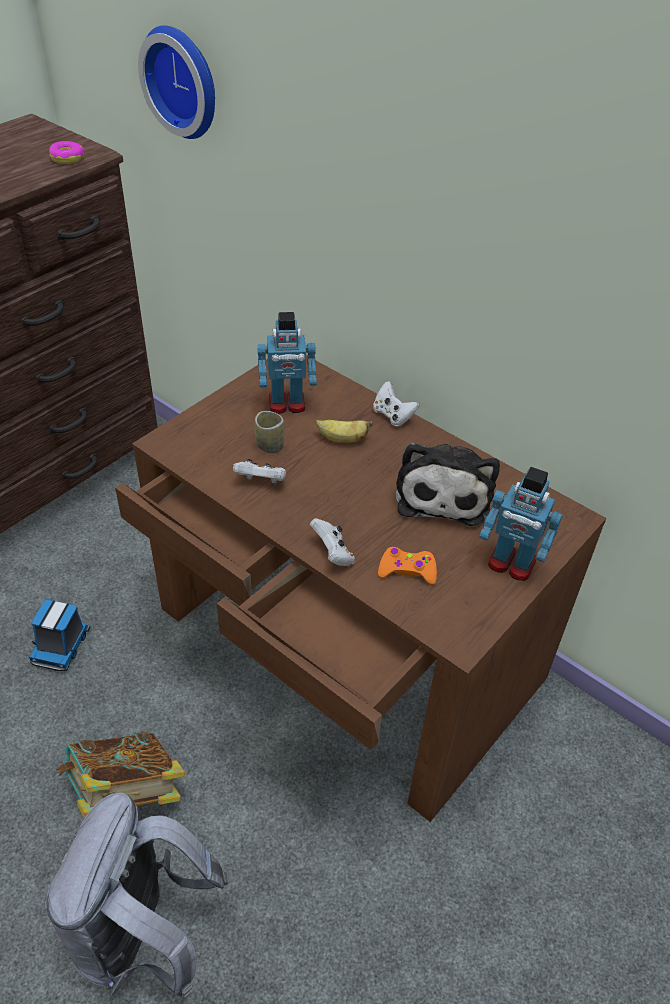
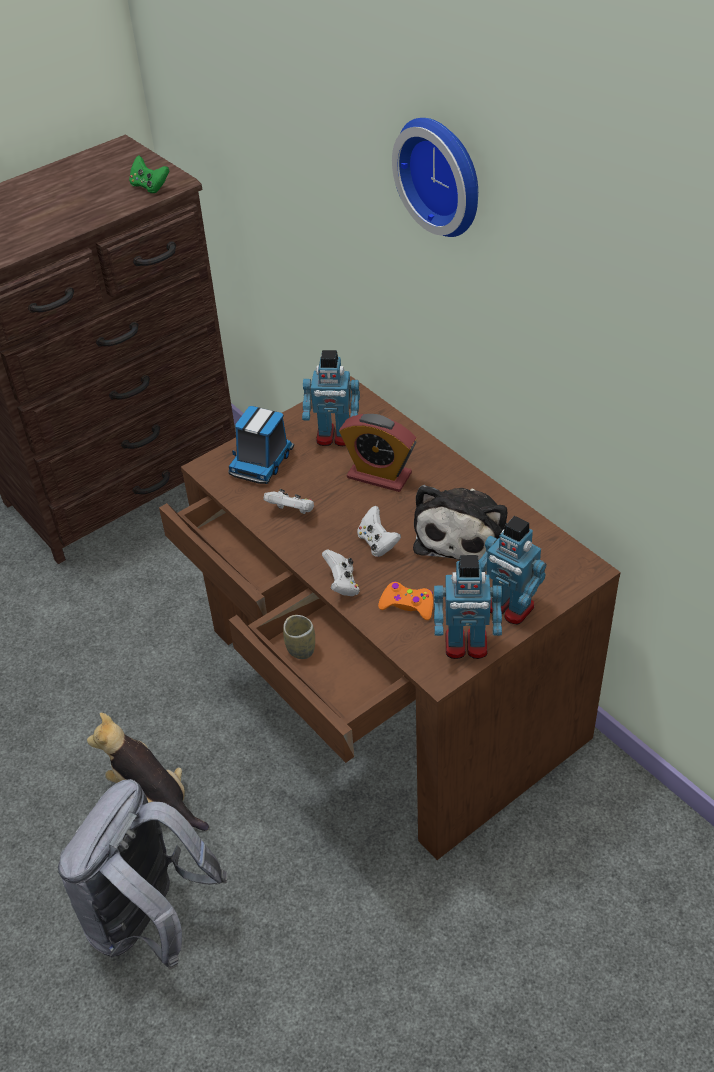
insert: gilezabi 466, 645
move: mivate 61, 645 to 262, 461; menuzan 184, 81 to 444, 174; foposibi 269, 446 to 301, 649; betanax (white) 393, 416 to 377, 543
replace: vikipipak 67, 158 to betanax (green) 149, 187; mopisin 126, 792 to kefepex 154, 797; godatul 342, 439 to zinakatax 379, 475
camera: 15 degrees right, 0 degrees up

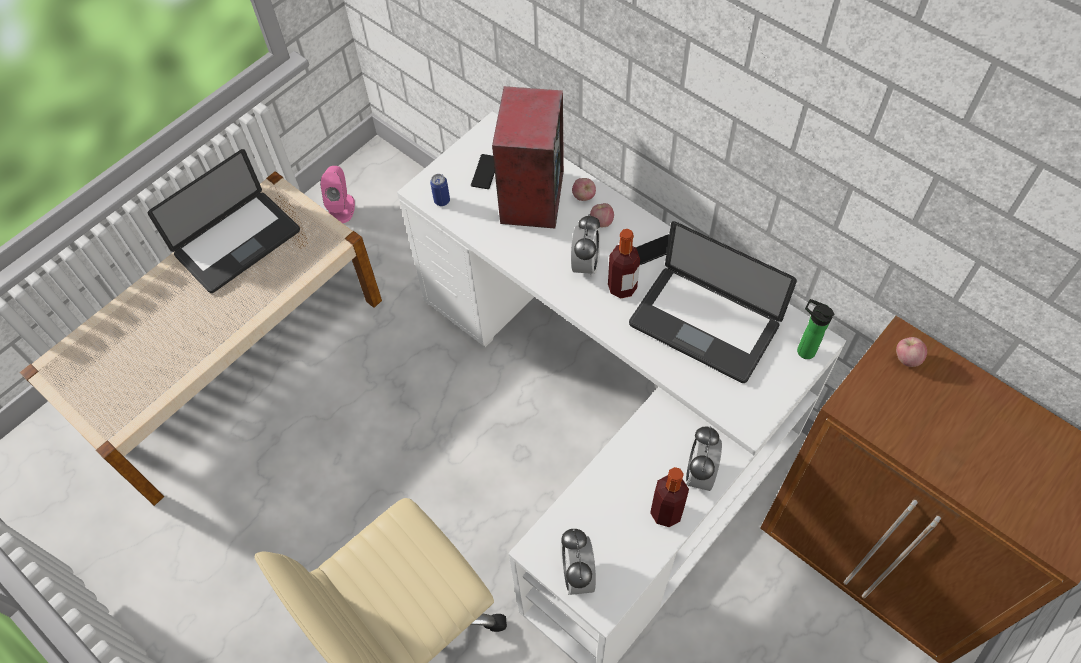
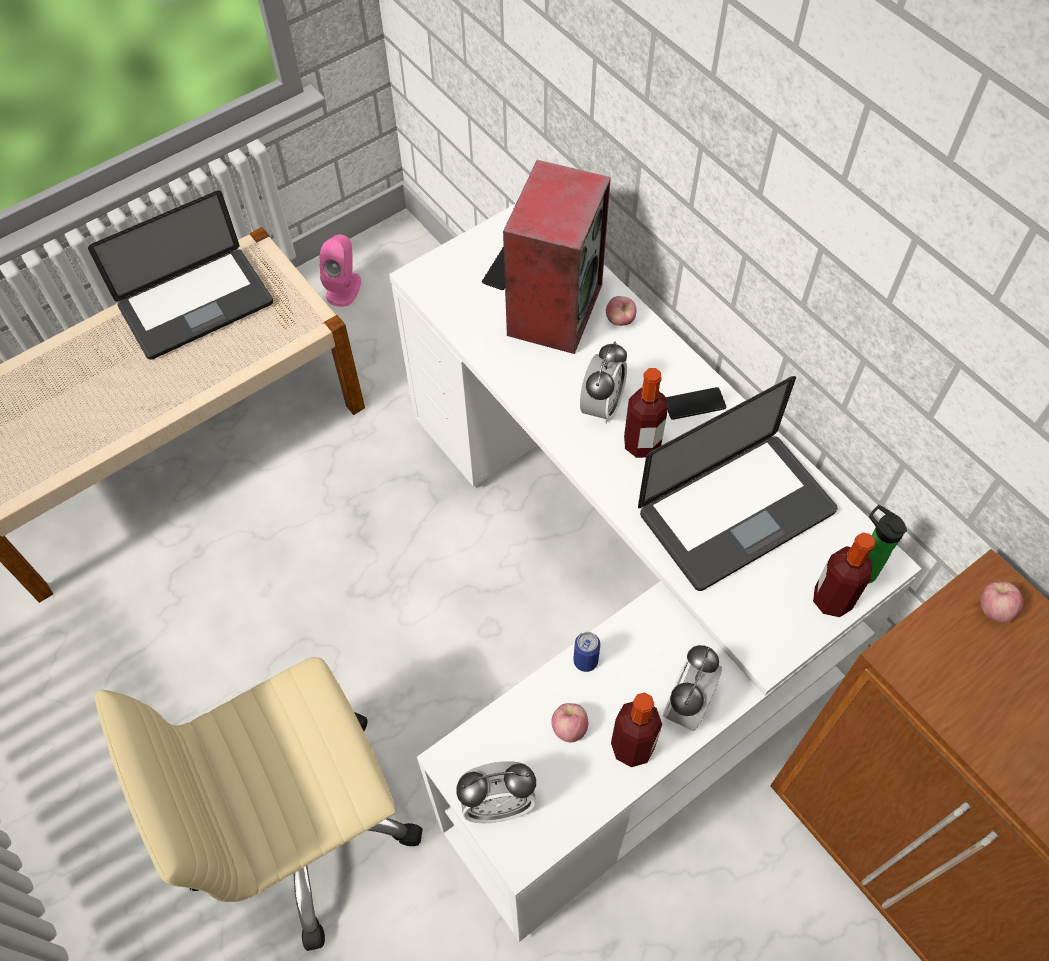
insert: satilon 832, 599
move: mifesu 442, 200 to 585, 661; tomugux 601, 222 to 569, 728
rotate: zinakatax 577, 574 = 498, 803 105 degrees counterclockwise; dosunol 703, 325 = 736, 512 75 degrees counterclockwise
camera: 10 degrees right, 0 degrees up

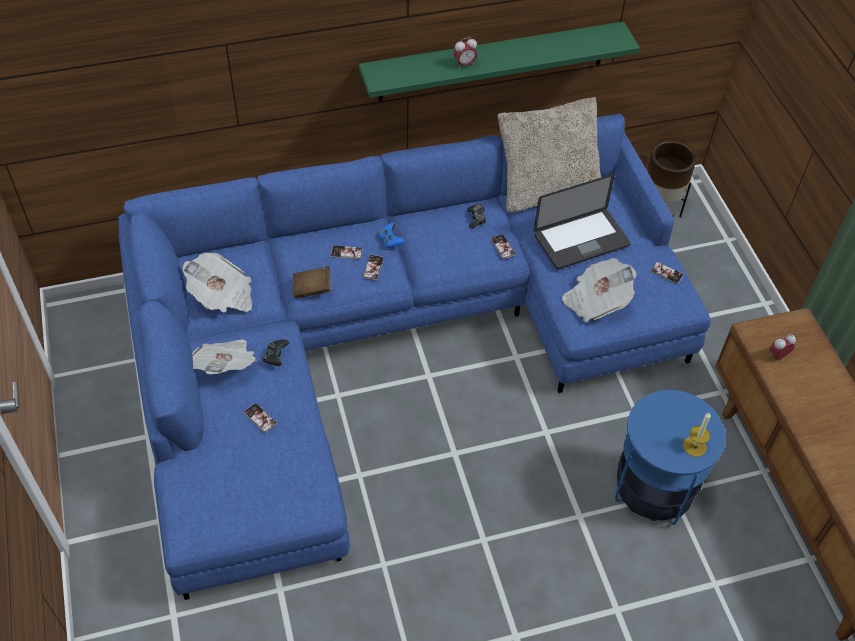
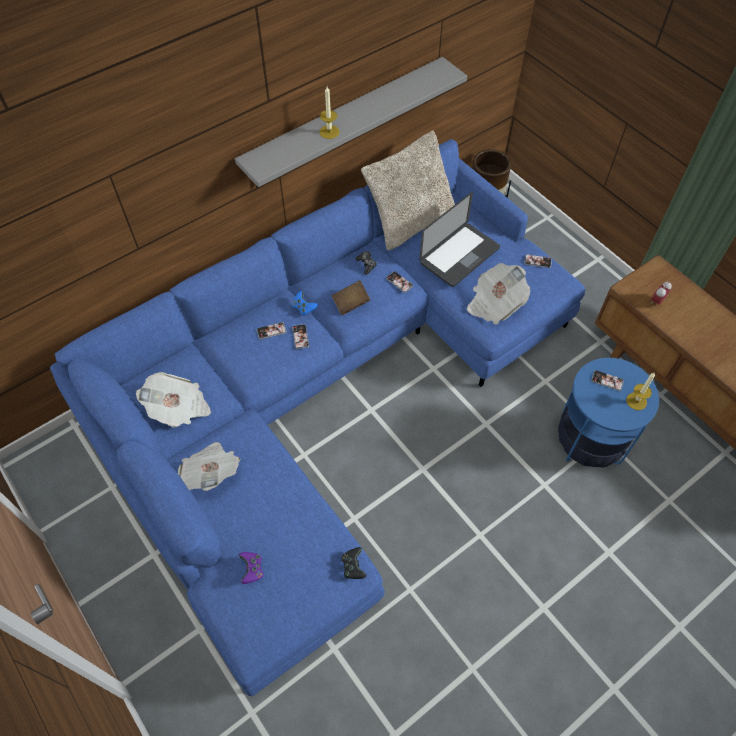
insert: betanax (purple) 252, 570
move: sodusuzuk 260, 418 to 607, 381; betanax (black) 276, 357 to 353, 566; mopisin (brown) 312, 289 to 351, 303
replace: zinakatax 464, 64 to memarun 329, 132
recolor: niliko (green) 492, 62 to niliko (grey) 344, 123
camera: 20 degrees left, 5 degrees up

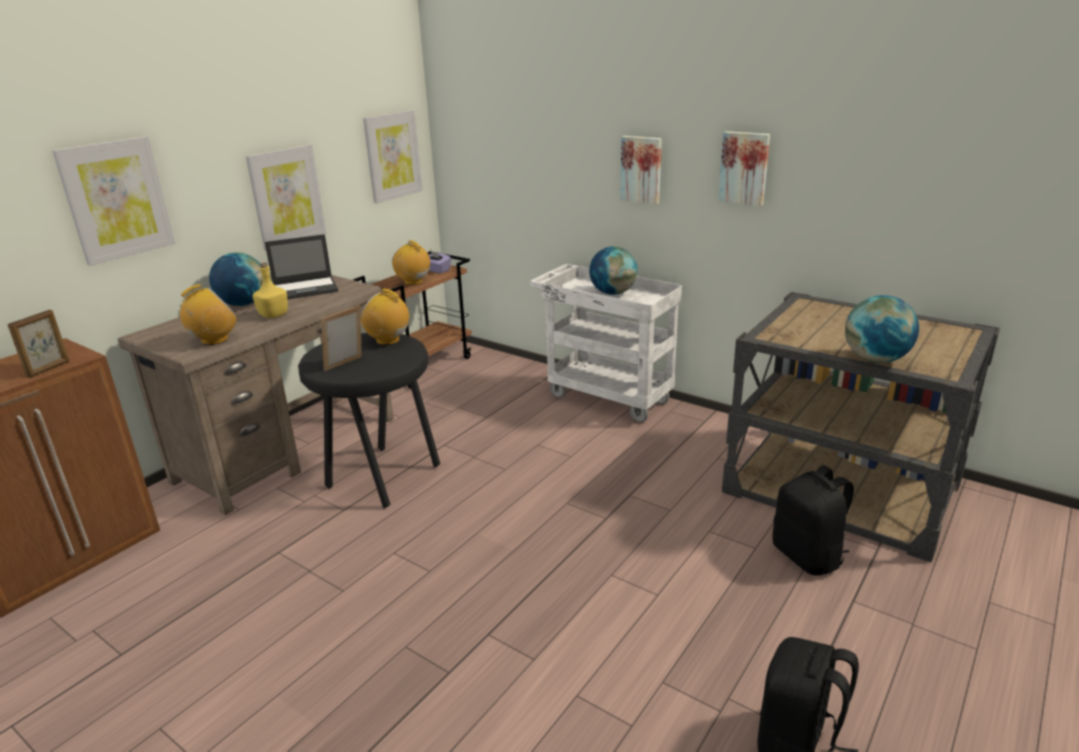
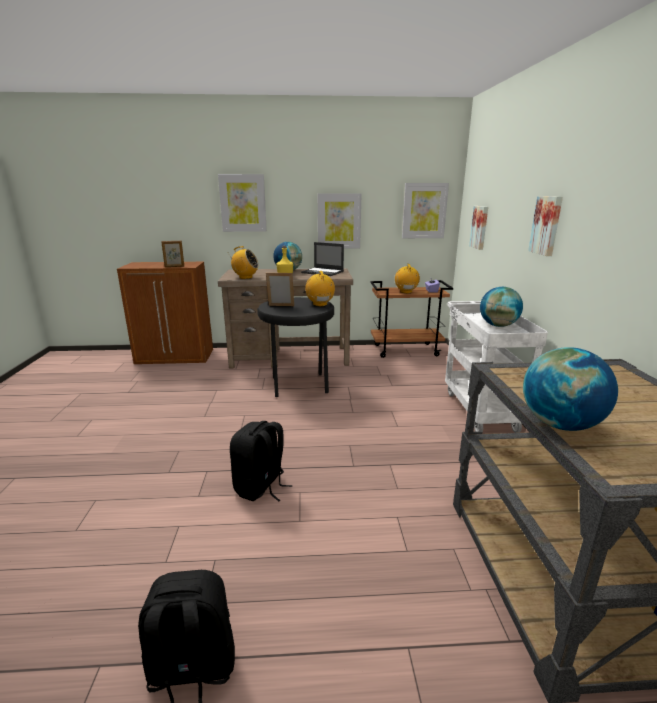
move: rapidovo 744, 168 to 480, 227; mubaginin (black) 808, 556 to 260, 487
camera: 50 degrees right, 5 degrees down

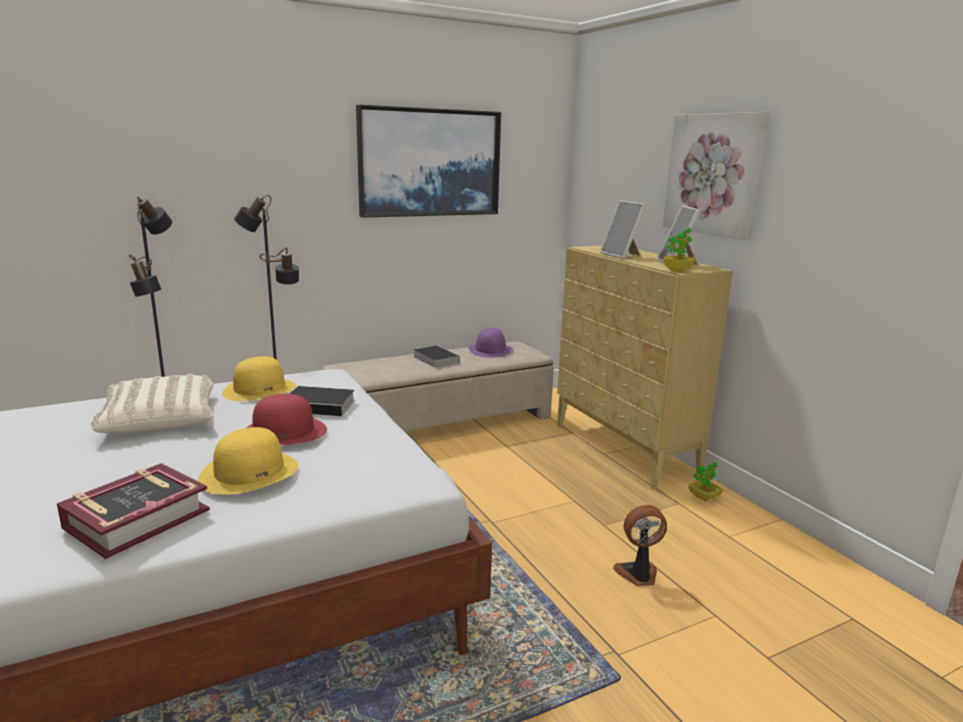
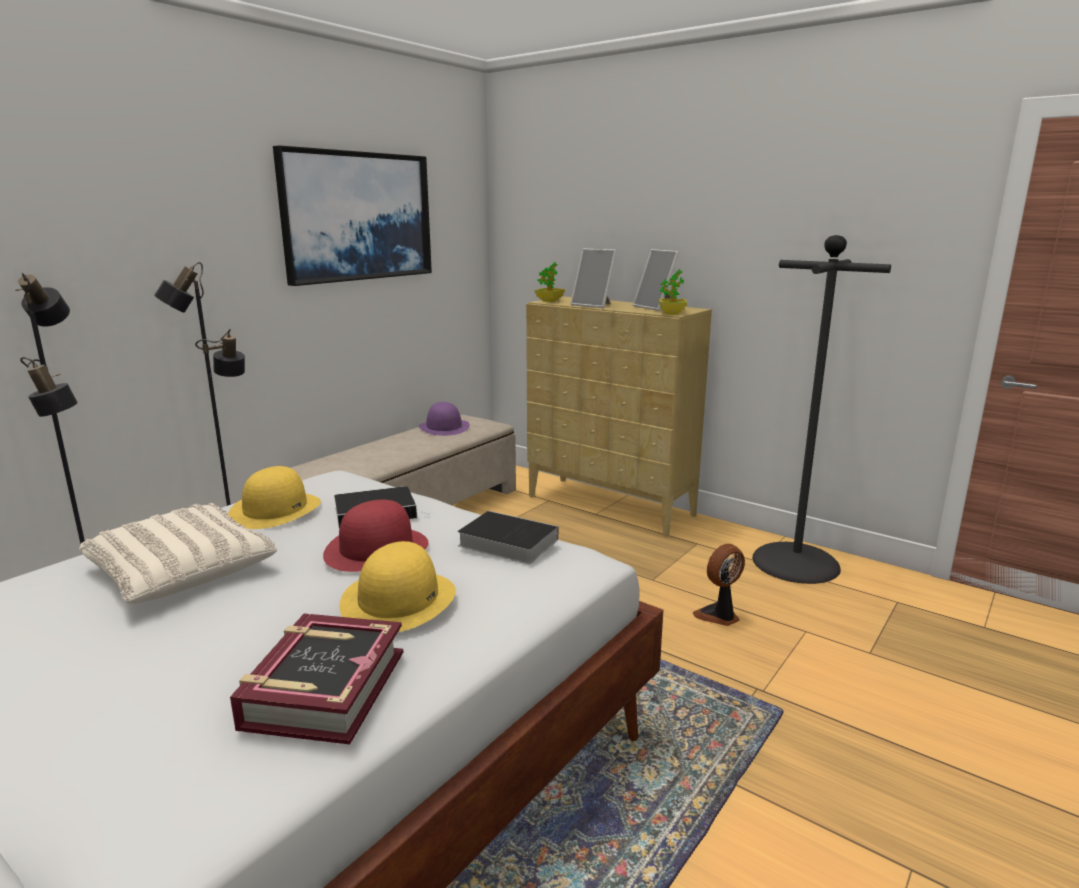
delete: rapidovo 714, 174
insert: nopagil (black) 795, 563
move: mopisin 434, 359 to 505, 542; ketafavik 704, 497 to 549, 301
camera: 25 degrees left, 0 degrees up

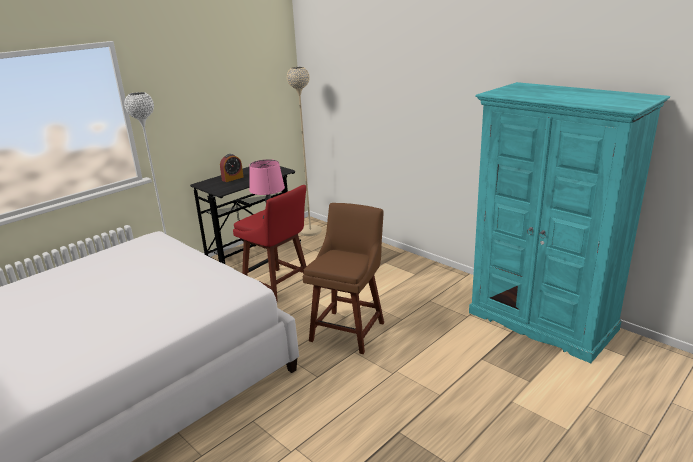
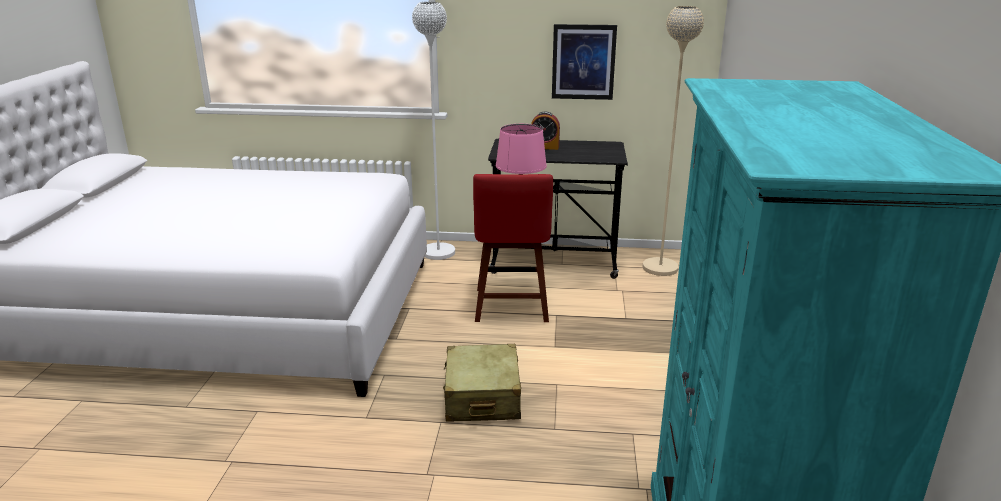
insert: rapidovo 583, 62
replace: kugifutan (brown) 349, 329 to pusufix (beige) 482, 397
camera: 50 degrees right, 0 degrees up

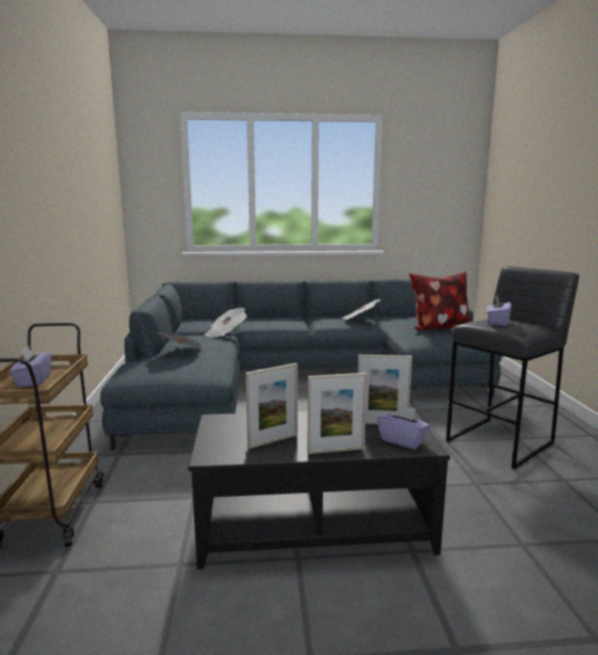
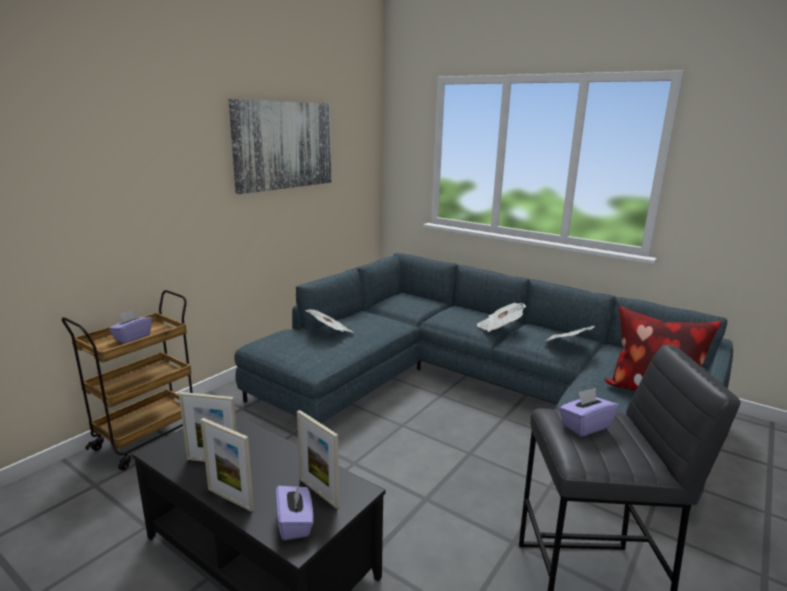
insert: rapidovo 284, 145
move: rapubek 226, 333 to 499, 328
camera: 40 degrees right, 5 degrees up

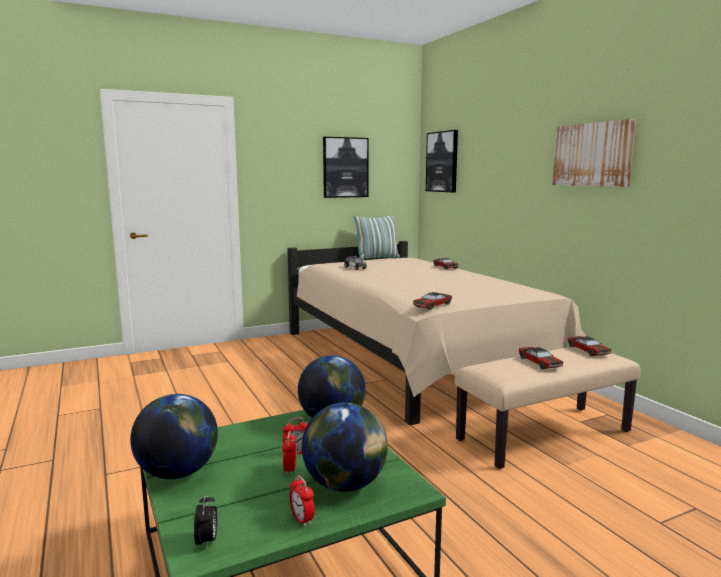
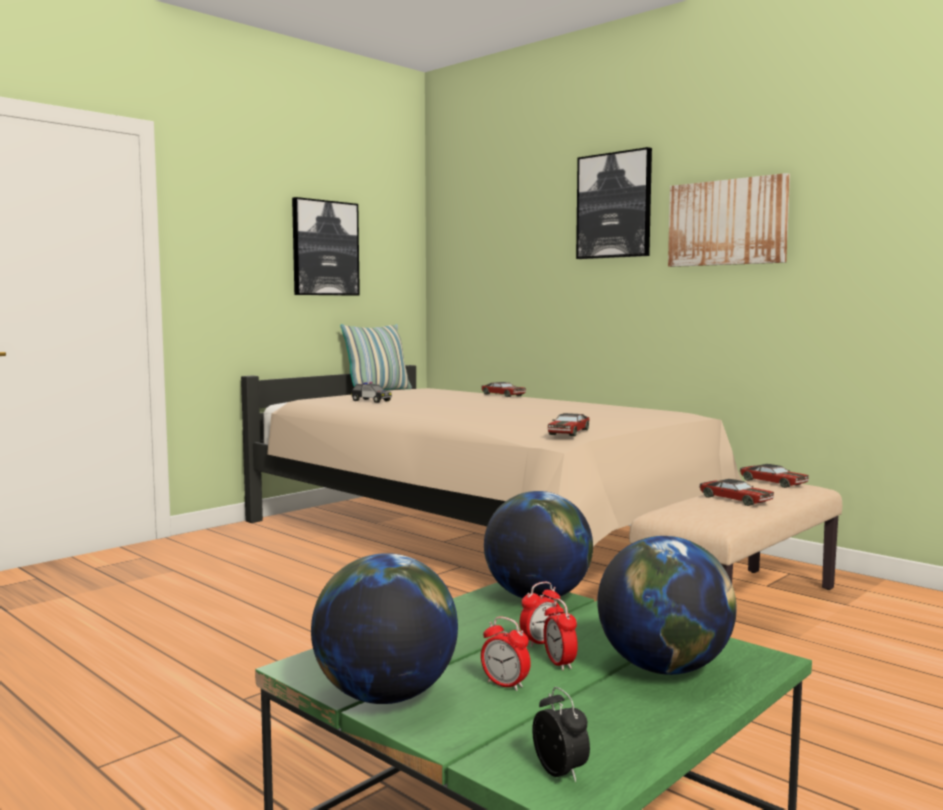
move: zinakatax 302, 520 to 505, 684; rapidovo 442, 162 to 614, 205
camera: 20 degrees left, 5 degrees down

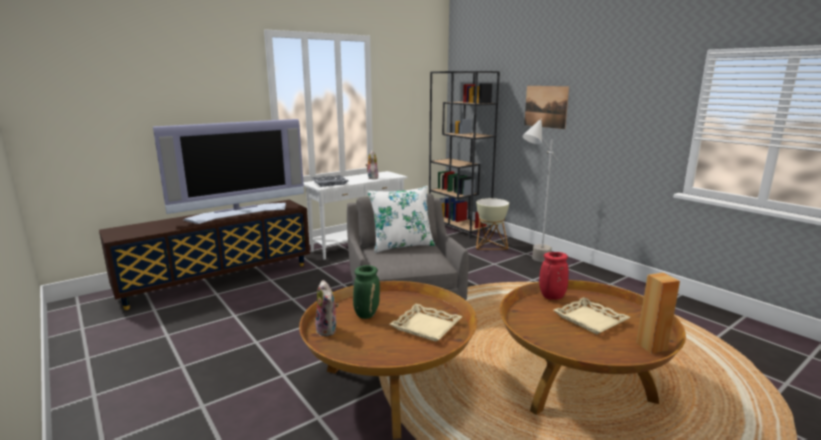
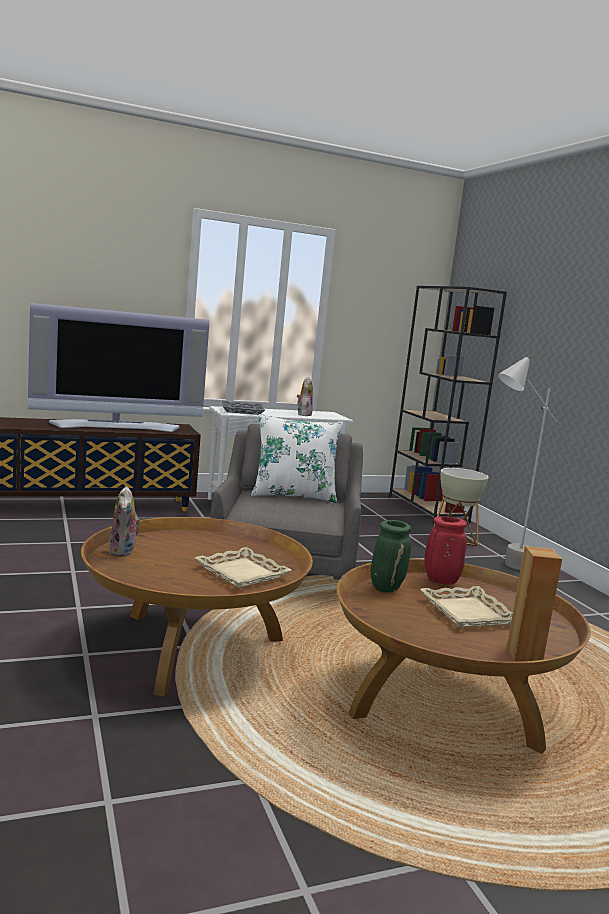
delete: rapidovo 545, 106
move: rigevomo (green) 366, 314 to 386, 588
camera: 15 degrees right, 5 degrees down

